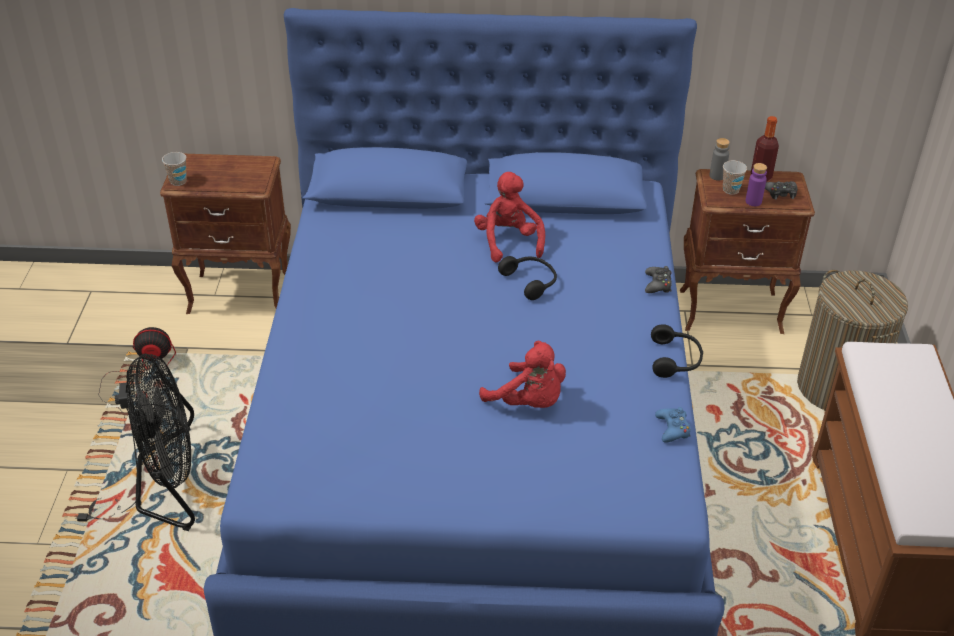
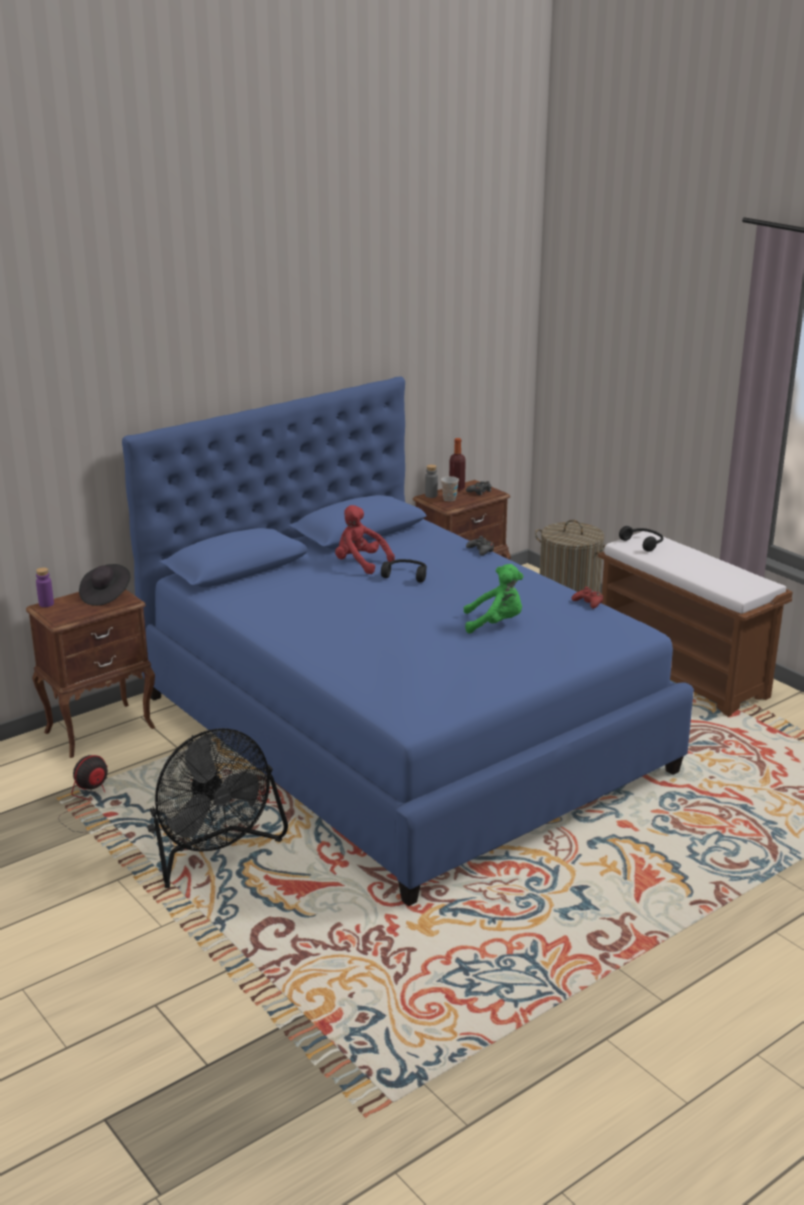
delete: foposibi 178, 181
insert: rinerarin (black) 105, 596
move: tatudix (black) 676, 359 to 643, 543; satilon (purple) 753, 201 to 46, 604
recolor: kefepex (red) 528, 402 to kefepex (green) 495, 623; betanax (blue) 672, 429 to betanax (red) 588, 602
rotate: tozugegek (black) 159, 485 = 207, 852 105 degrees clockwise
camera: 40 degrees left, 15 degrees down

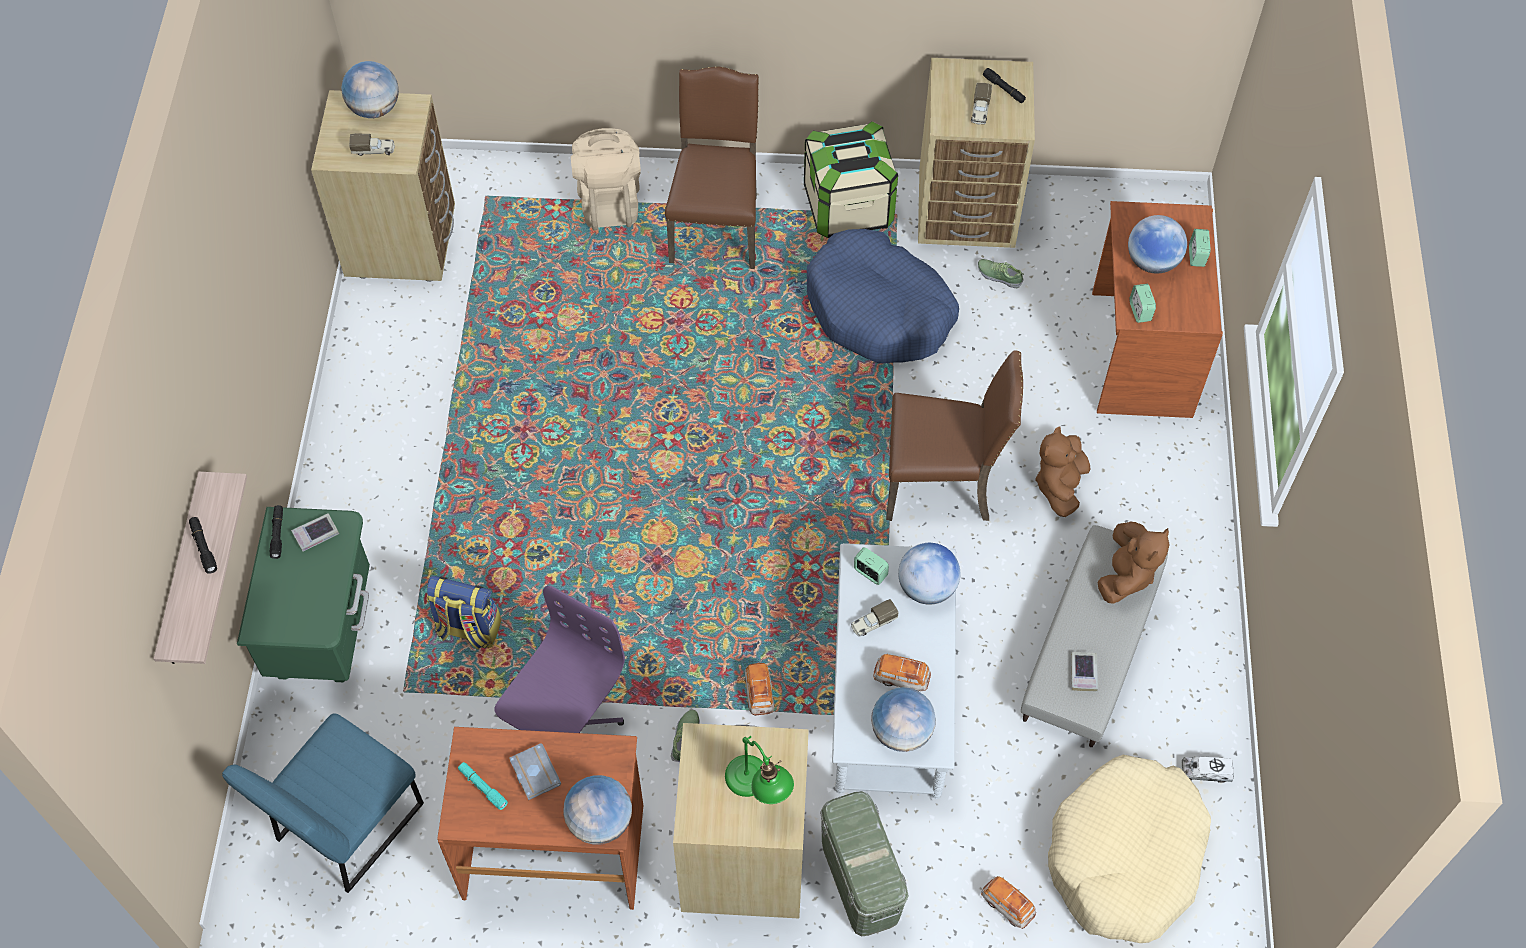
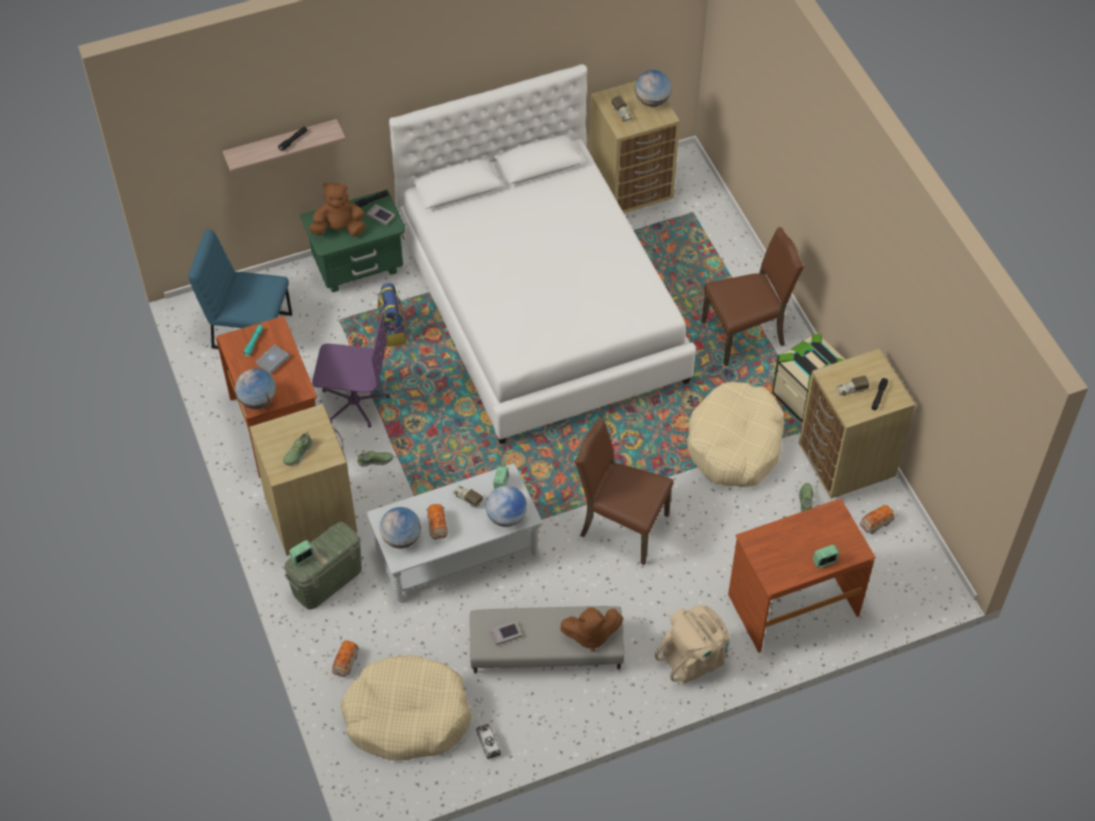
delete: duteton 1152, 261
insert: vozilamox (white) 541, 306
move: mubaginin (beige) 609, 201 to 694, 658; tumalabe 759, 693 to 876, 523; kefepex (brown) 1060, 486 to 339, 229; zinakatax 1140, 311 to 302, 558
replace: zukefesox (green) 759, 790 to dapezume 297, 453
recolor: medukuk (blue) 879, 310 to medukuk (beige) 735, 444
rotate: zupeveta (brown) 942, 484 = 621, 526 135 degrees clockwise
camera: 65 degrees right, 5 degrees down

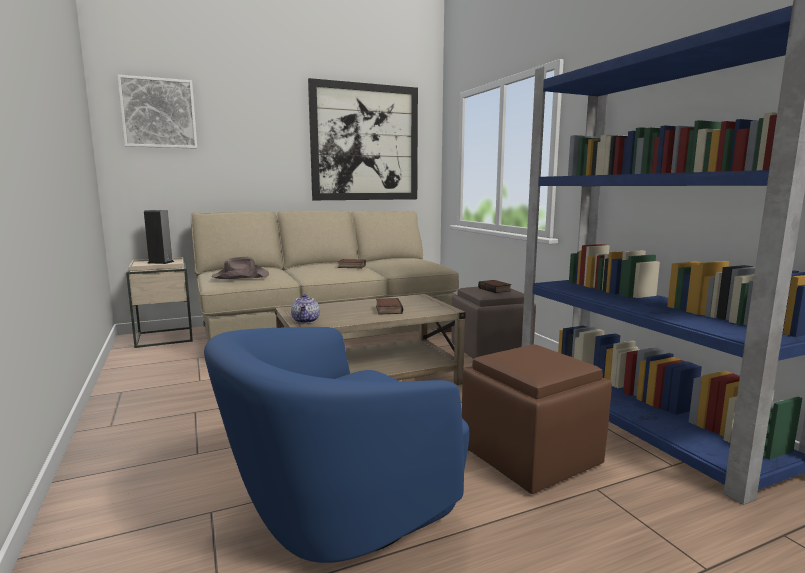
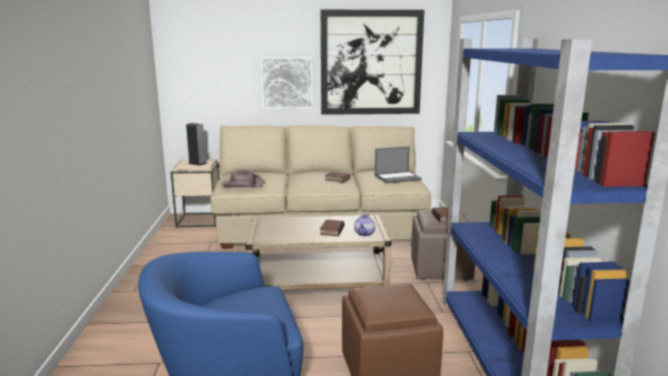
insert: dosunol 398, 177
move: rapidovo 159, 113 to 287, 83; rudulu 306, 321 to 365, 234
camera: 20 degrees right, 5 degrees up

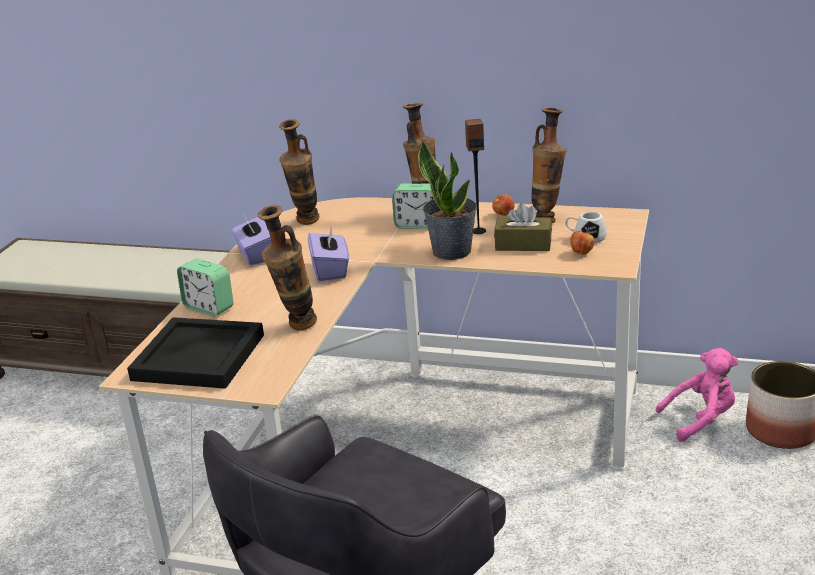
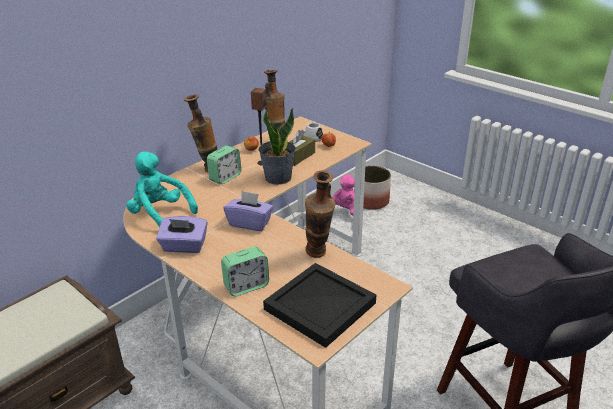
replace: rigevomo 305, 223 to kefepex (turquoise) 160, 214
camera: 65 degrees left, 5 degrees up

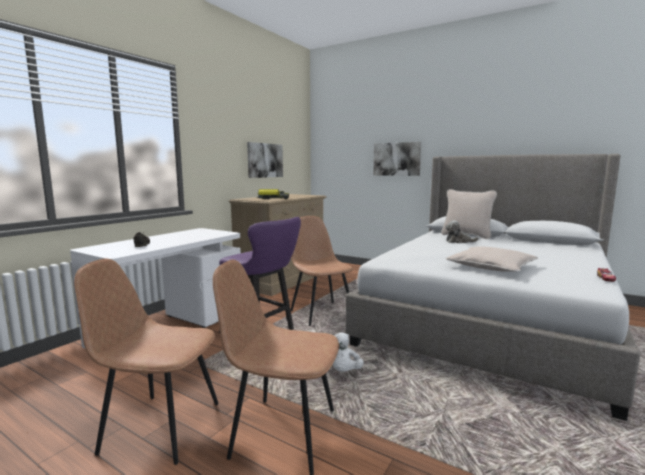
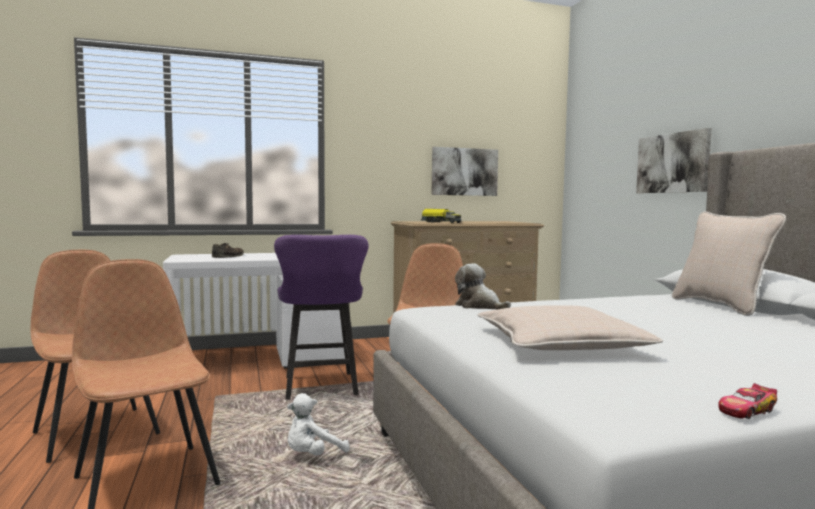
move: kefepex 459, 241 to 479, 306
camera: 40 degrees right, 5 degrees down

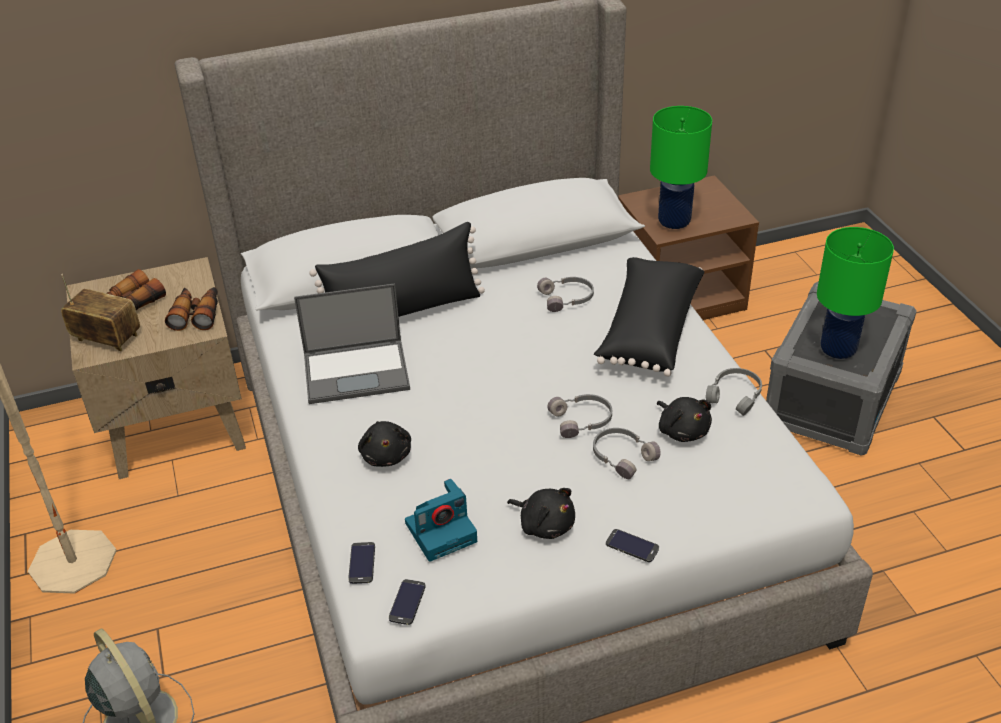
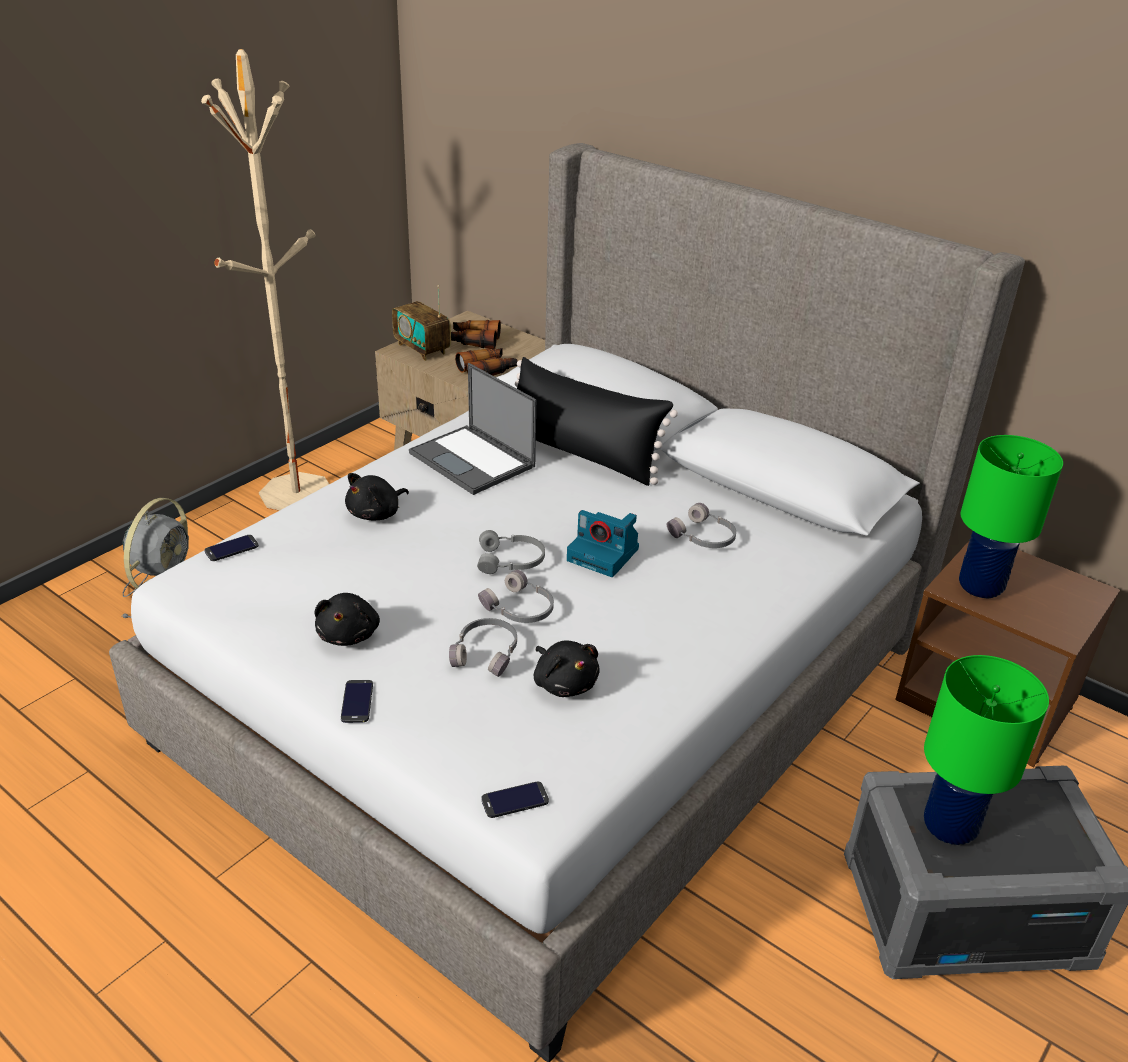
delete: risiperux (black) 648, 330
move: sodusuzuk 407, 602 to 515, 800; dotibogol 442, 531 to 604, 555; tatudix (grey) 735, 395 to 511, 561
rotate: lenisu 107, 338 = 422, 349 150 degrees clockwise; kefepex (black) 682, 430 = 564, 683 60 degrees counterclockwise
camera: 55 degrees right, 5 degrees down

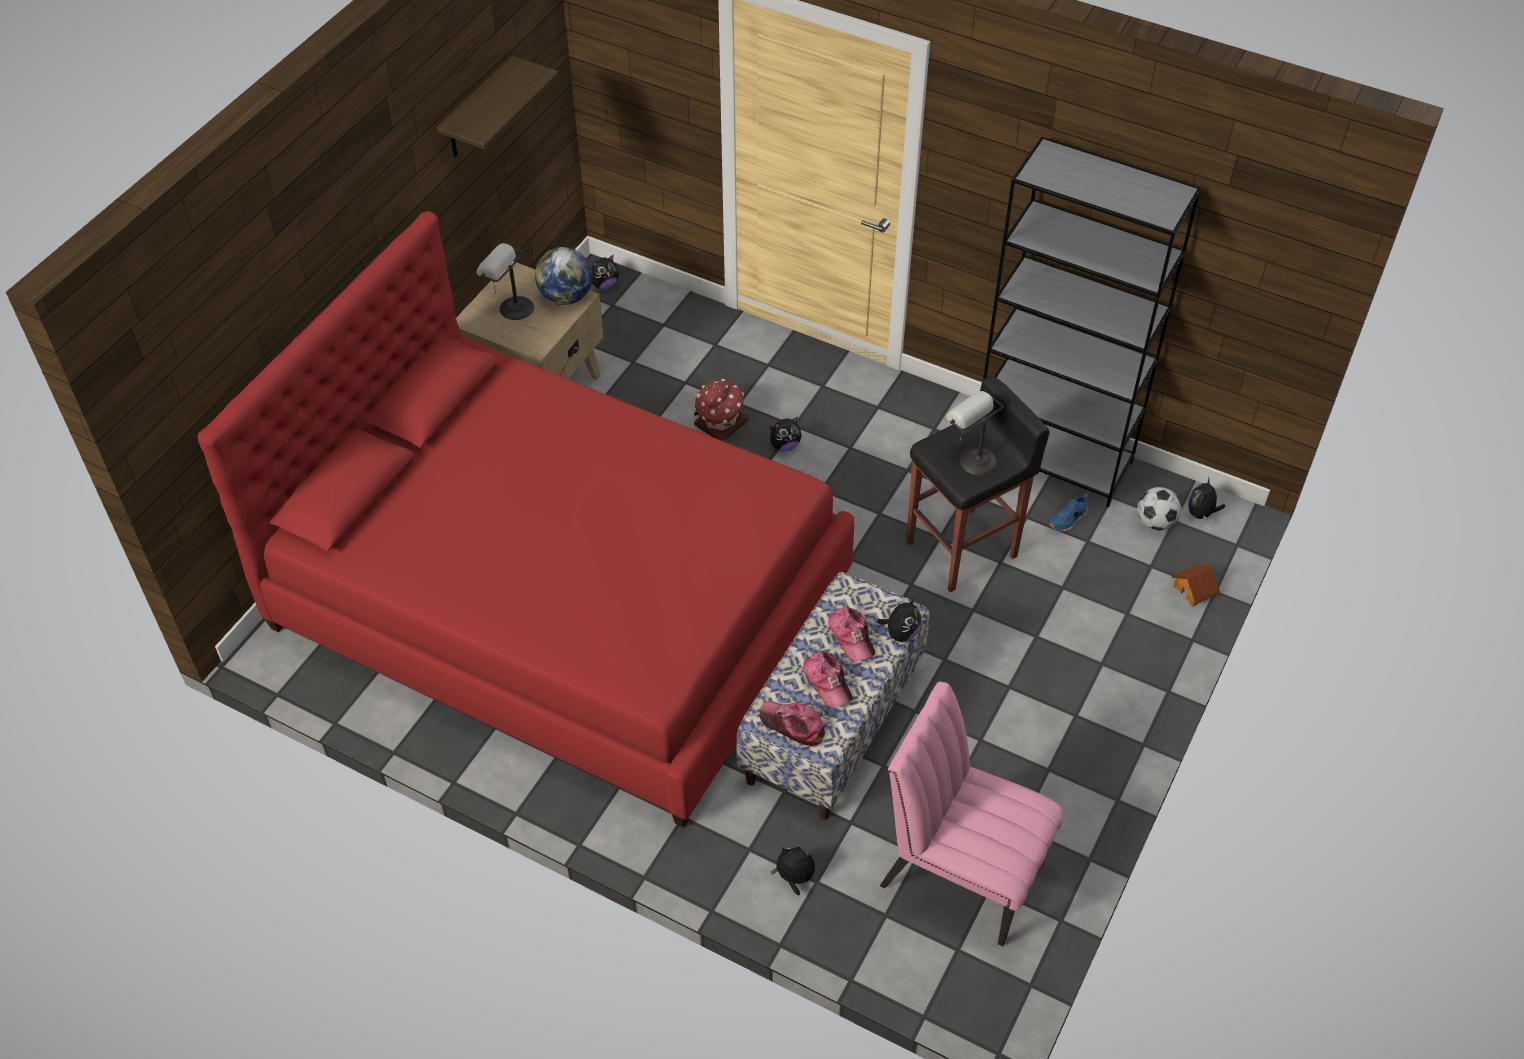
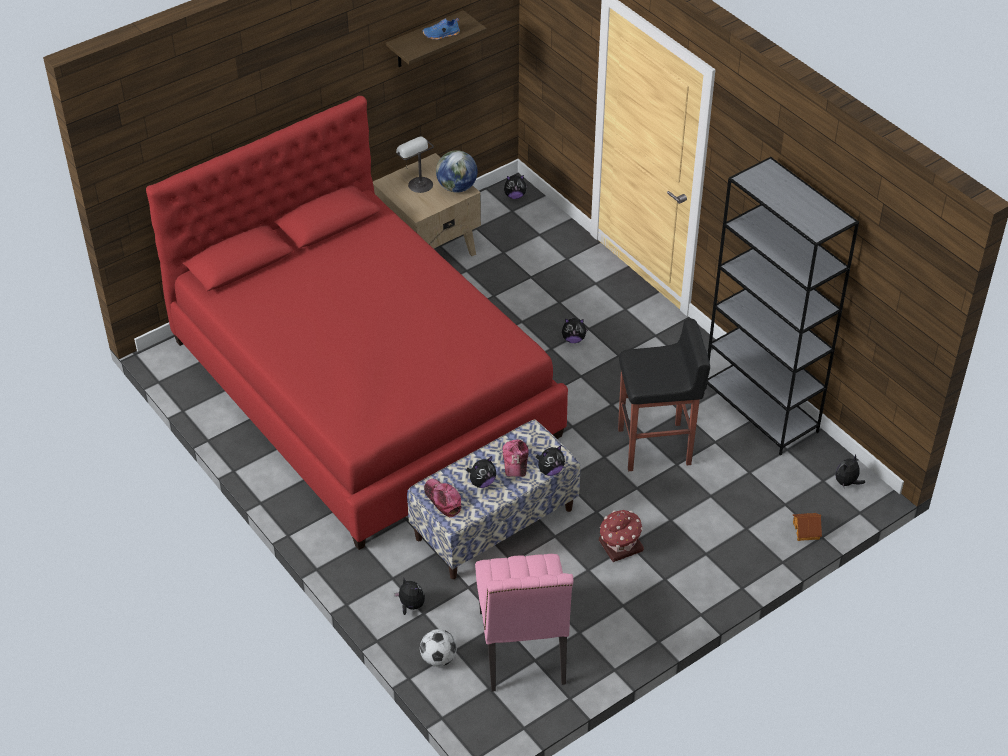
delete: zukefesox 971, 457
move: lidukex 720, 424 to 620, 546; dapezume (blue) 1068, 520 to 441, 35; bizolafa 1155, 522 to 438, 658
replace: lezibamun 827, 682 to kefepex 482, 482
rotate: zupeveta (pink) 963, 875 = 522, 646 150 degrees counterclockwise
camera: 25 degrees right, 5 degrees down

